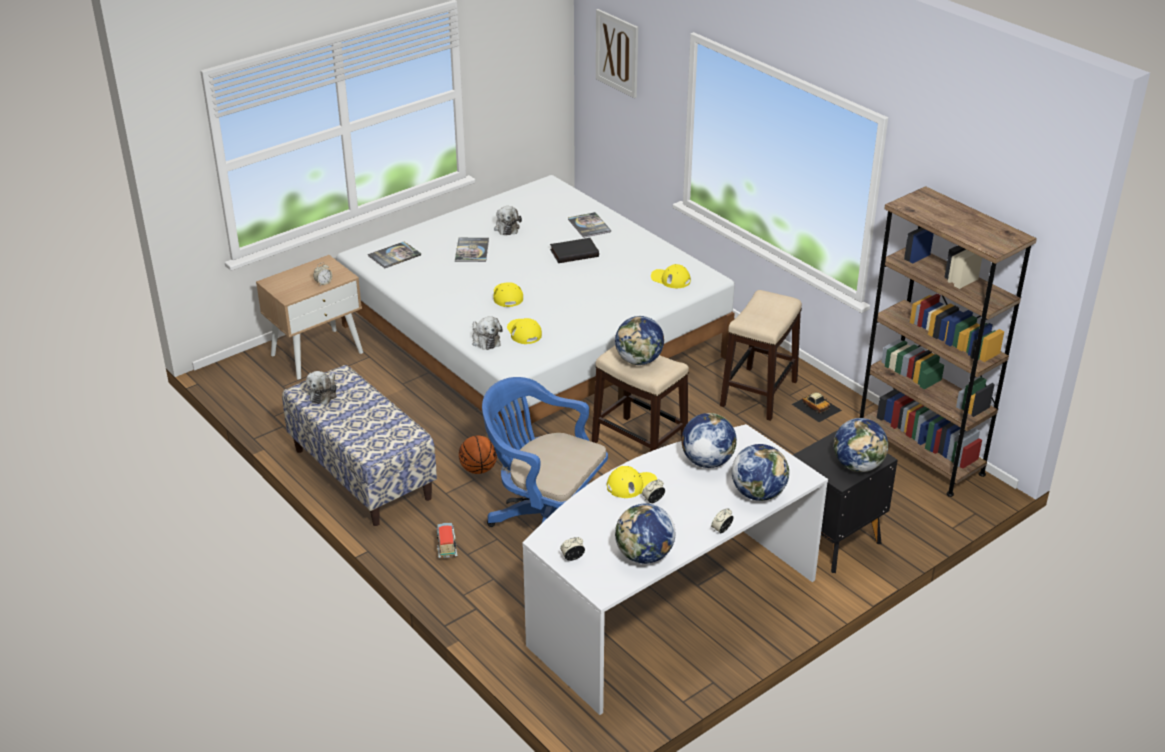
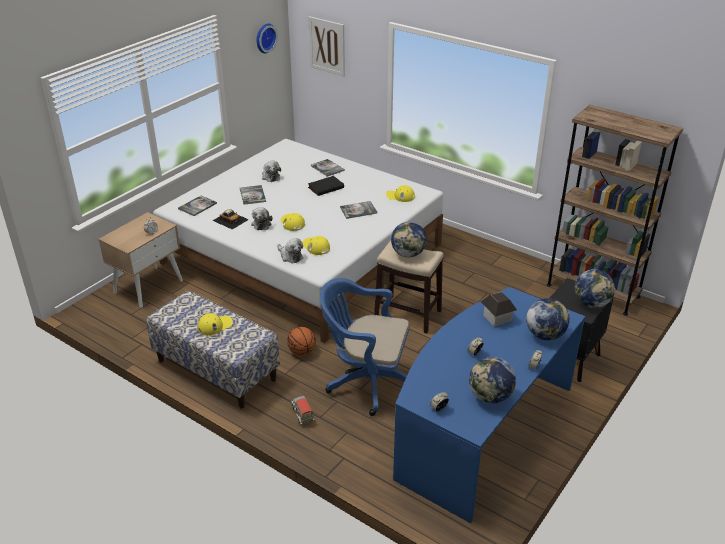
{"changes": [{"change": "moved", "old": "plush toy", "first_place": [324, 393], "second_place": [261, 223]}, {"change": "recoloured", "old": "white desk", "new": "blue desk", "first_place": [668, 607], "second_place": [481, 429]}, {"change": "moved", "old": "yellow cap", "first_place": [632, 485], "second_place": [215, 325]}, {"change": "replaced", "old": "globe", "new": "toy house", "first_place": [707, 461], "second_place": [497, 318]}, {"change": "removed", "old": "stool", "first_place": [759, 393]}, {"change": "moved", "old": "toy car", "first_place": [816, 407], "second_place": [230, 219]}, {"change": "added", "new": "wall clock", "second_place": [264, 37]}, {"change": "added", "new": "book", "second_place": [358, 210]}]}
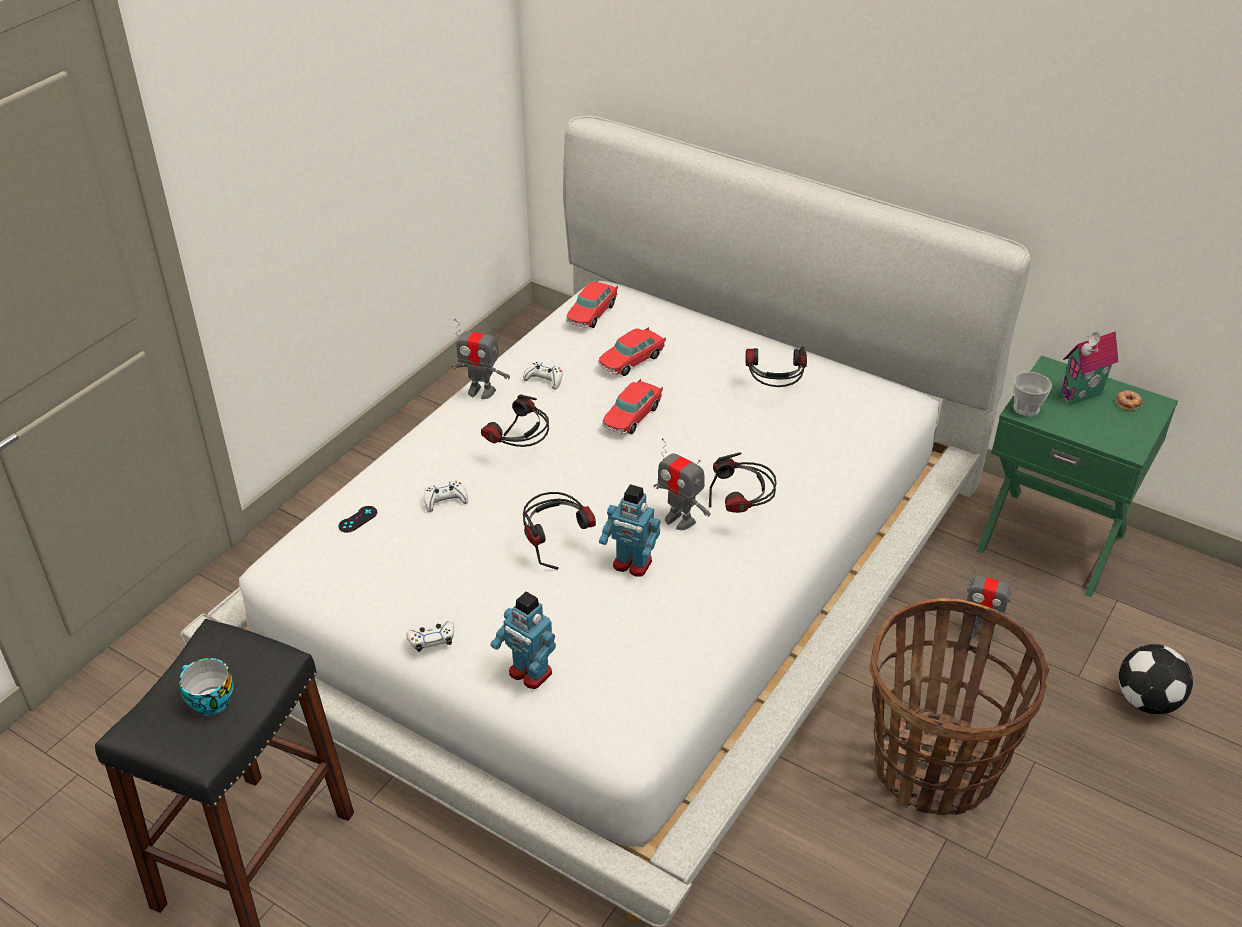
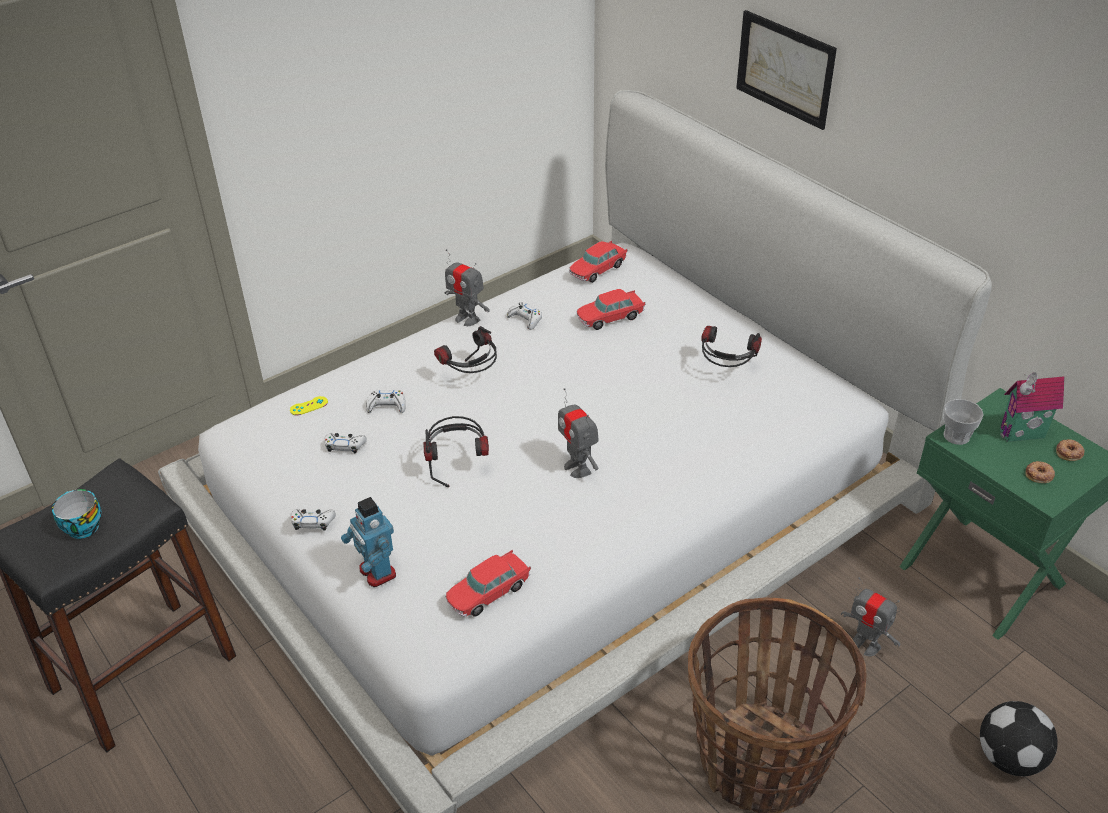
{"changes": [{"change": "recoloured", "old": "black game controller", "new": "yellow game controller", "first_place": [358, 519], "second_place": [309, 406]}, {"change": "removed", "old": "toy robot", "first_place": [631, 564]}, {"change": "moved", "old": "toy car", "first_place": [632, 417], "second_place": [488, 593]}, {"change": "removed", "old": "headphones", "first_place": [741, 512]}, {"change": "added", "new": "white game controller", "second_place": [345, 446]}, {"change": "added", "new": "picture", "second_place": [785, 69]}, {"change": "added", "new": "donut", "second_place": [1039, 475]}]}
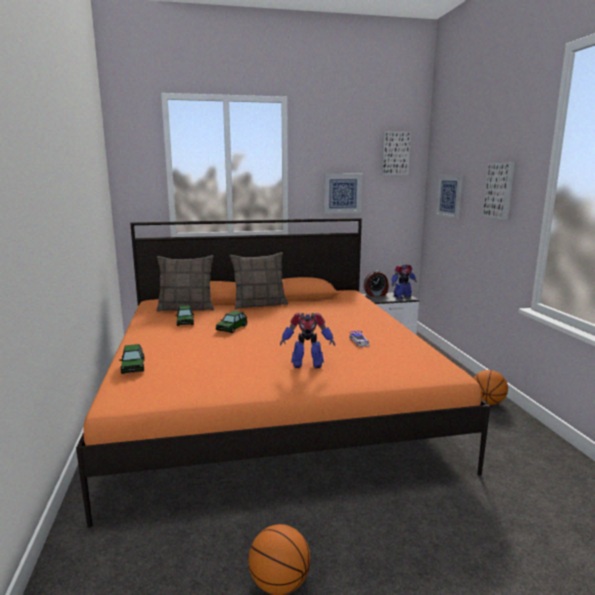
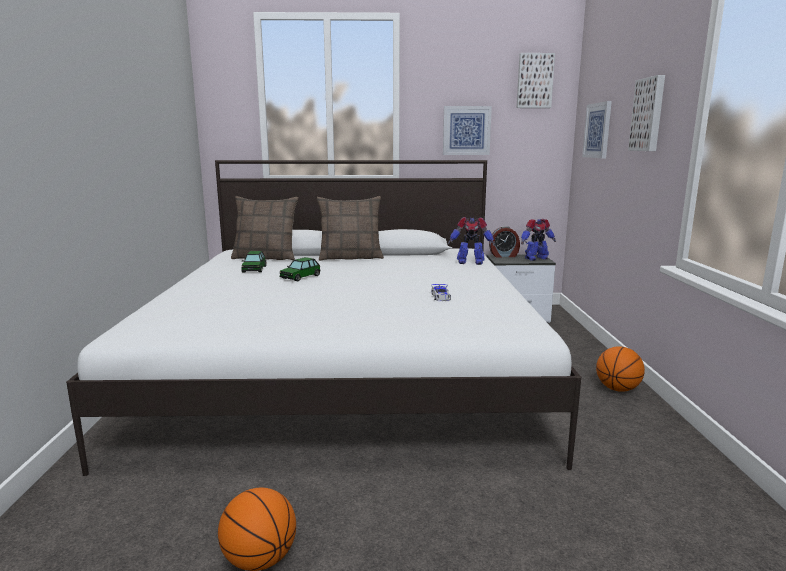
{"changes": [{"change": "recoloured", "old": "orange bed", "new": "white bed", "first_place": [270, 400], "second_place": [346, 366]}, {"change": "removed", "old": "toy car", "first_place": [133, 367]}, {"change": "moved", "old": "toy robot", "first_place": [307, 364], "second_place": [470, 262]}]}
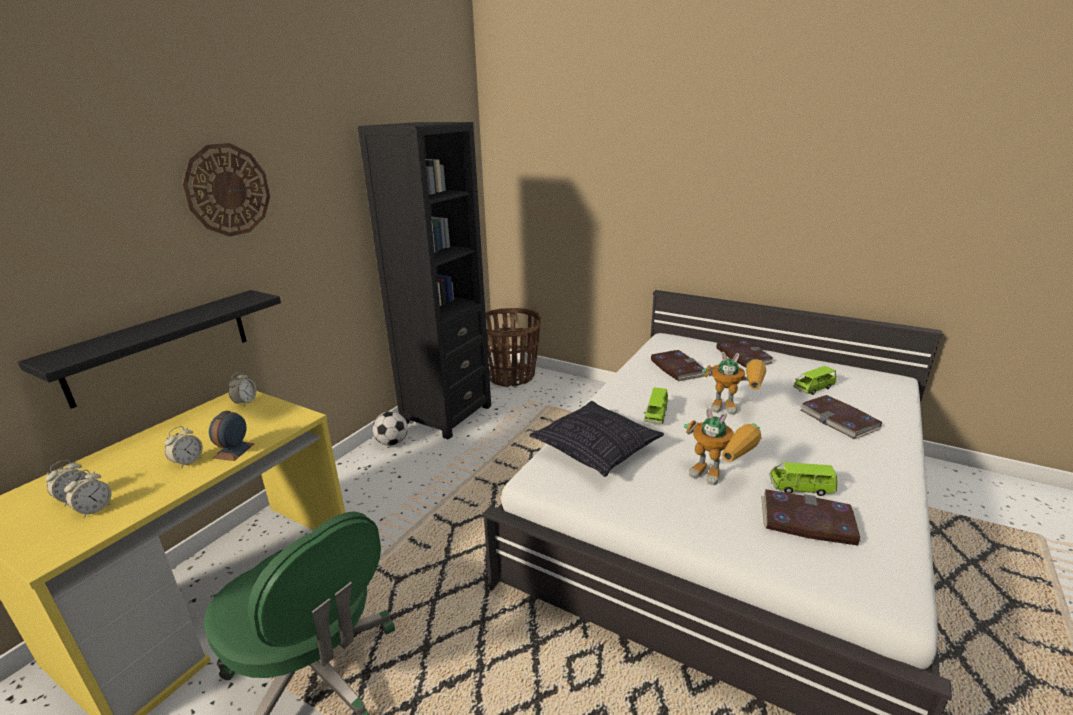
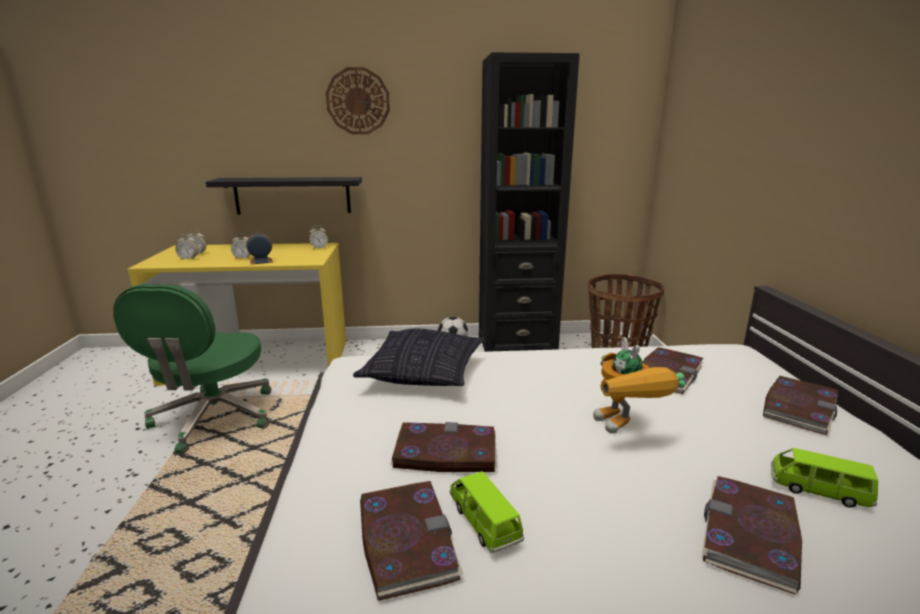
{"changes": [{"change": "removed", "old": "green toy car", "first_place": [656, 415]}, {"change": "replaced", "old": "toy robot", "new": "book", "first_place": [719, 477], "second_place": [445, 452]}]}
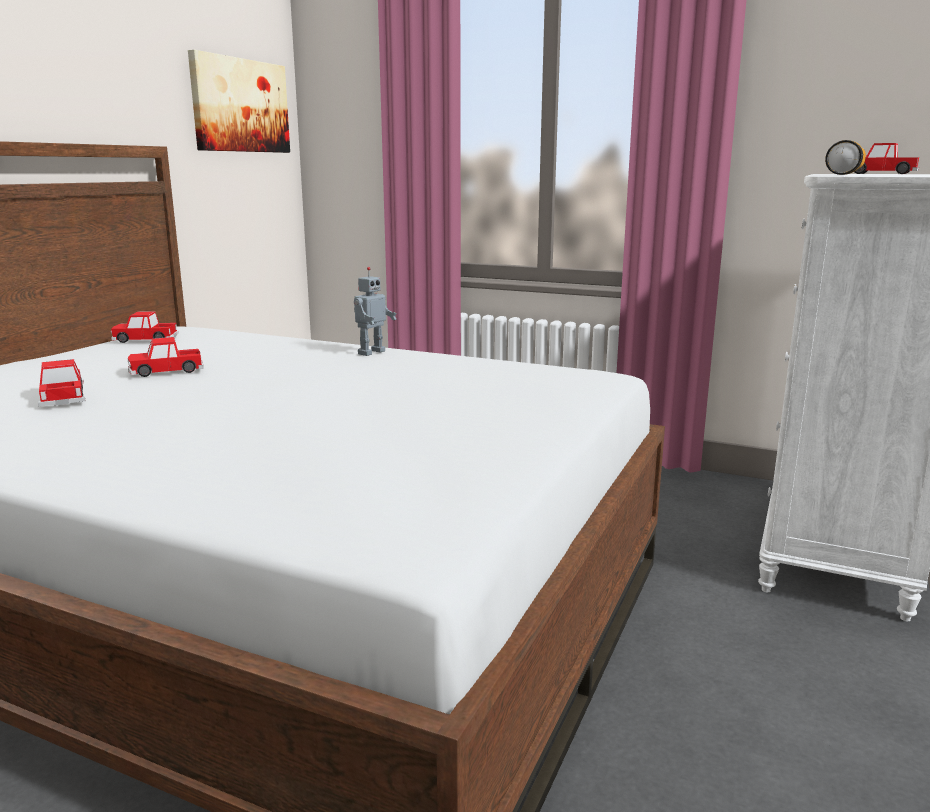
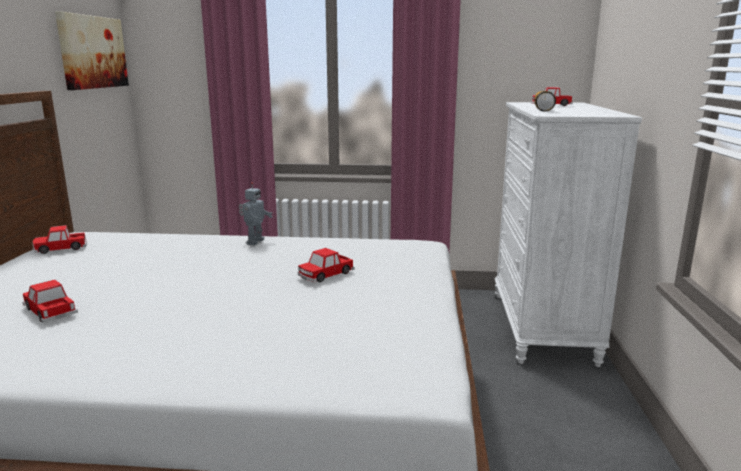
{"changes": [{"change": "moved", "old": "toy car", "first_place": [166, 371], "second_place": [325, 274]}]}
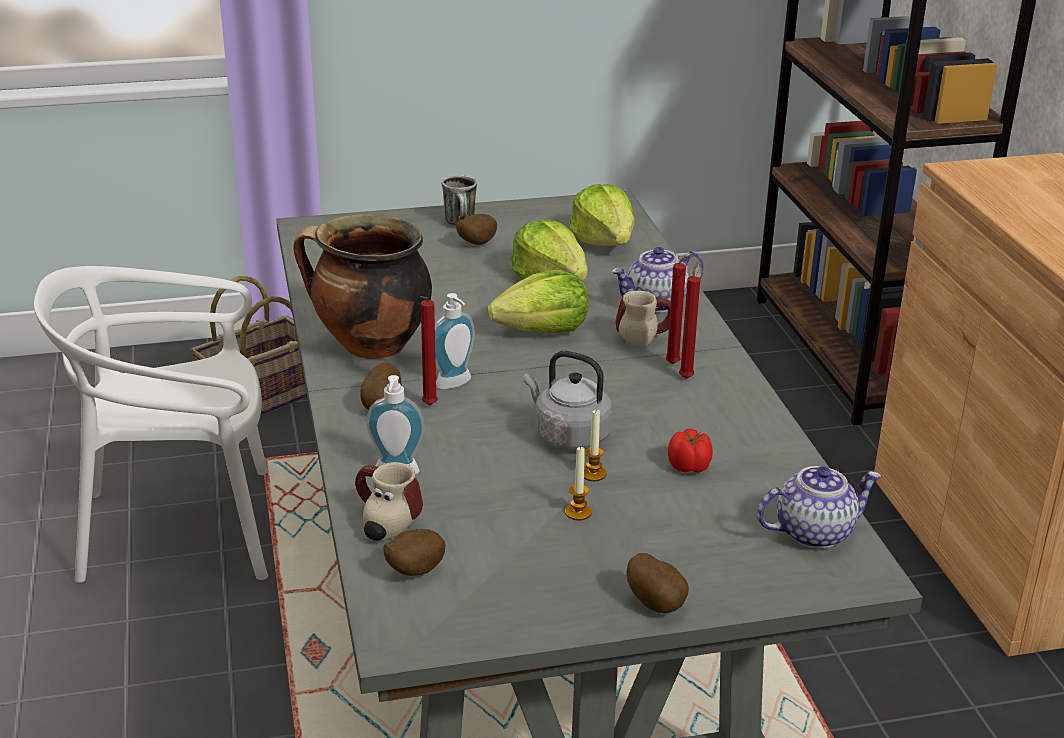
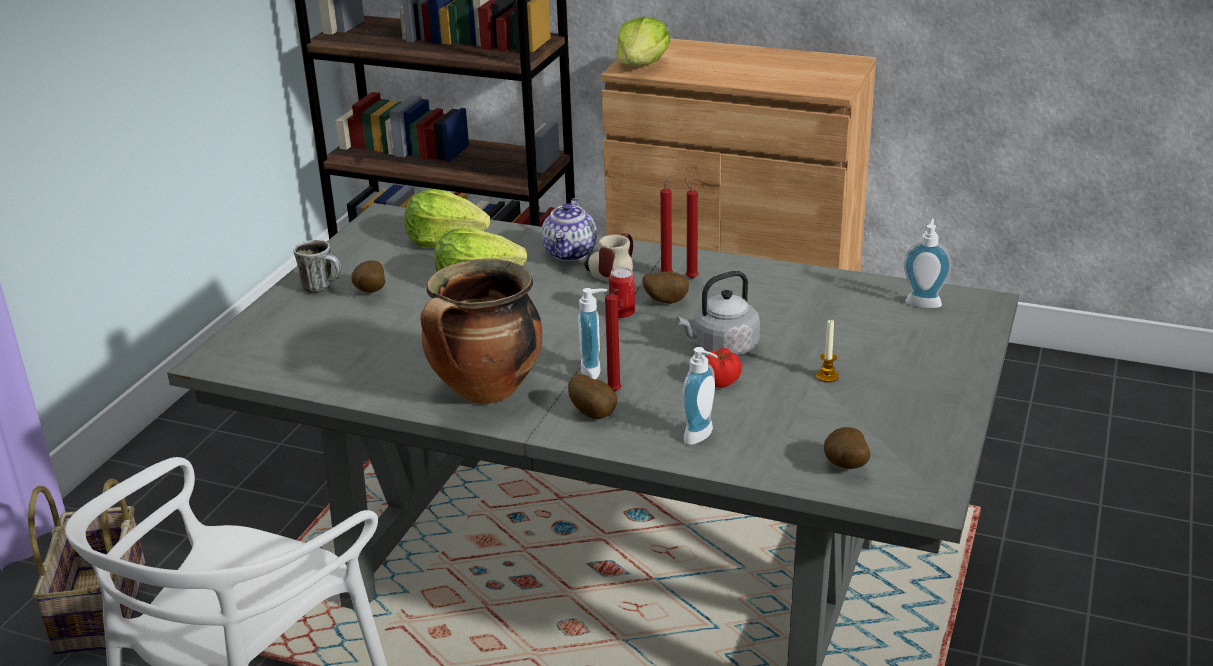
{"changes": [{"change": "removed", "old": "mug", "first_place": [382, 524]}, {"change": "moved", "old": "lettuce", "first_place": [543, 330], "second_place": [642, 65]}, {"change": "removed", "old": "candle", "first_place": [593, 474]}, {"change": "moved", "old": "potato", "first_place": [657, 603], "second_place": [665, 301]}, {"change": "moved", "old": "tomato", "first_place": [690, 467], "second_place": [721, 381]}, {"change": "replaced", "old": "teapot", "new": "soap dispenser", "first_place": [814, 532], "second_place": [924, 301]}, {"change": "added", "new": "can", "second_place": [622, 313]}]}
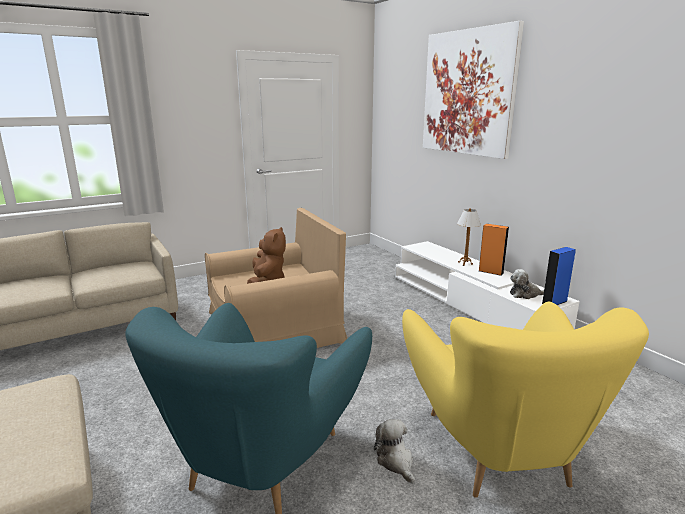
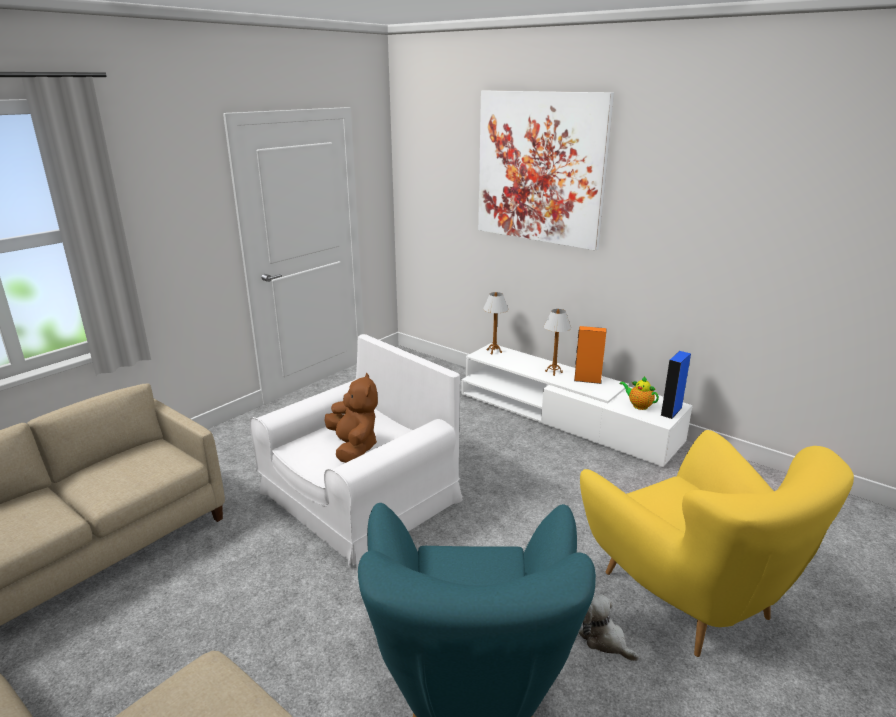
{"changes": [{"change": "recoloured", "old": "brown armchair", "new": "white armchair", "first_place": [274, 327], "second_place": [360, 496]}, {"change": "replaced", "old": "plush toy", "new": "teapot", "first_place": [525, 294], "second_place": [638, 405]}, {"change": "added", "new": "table lamp", "second_place": [494, 351]}]}
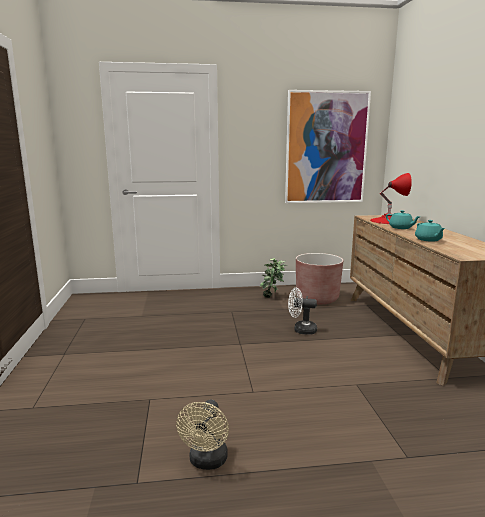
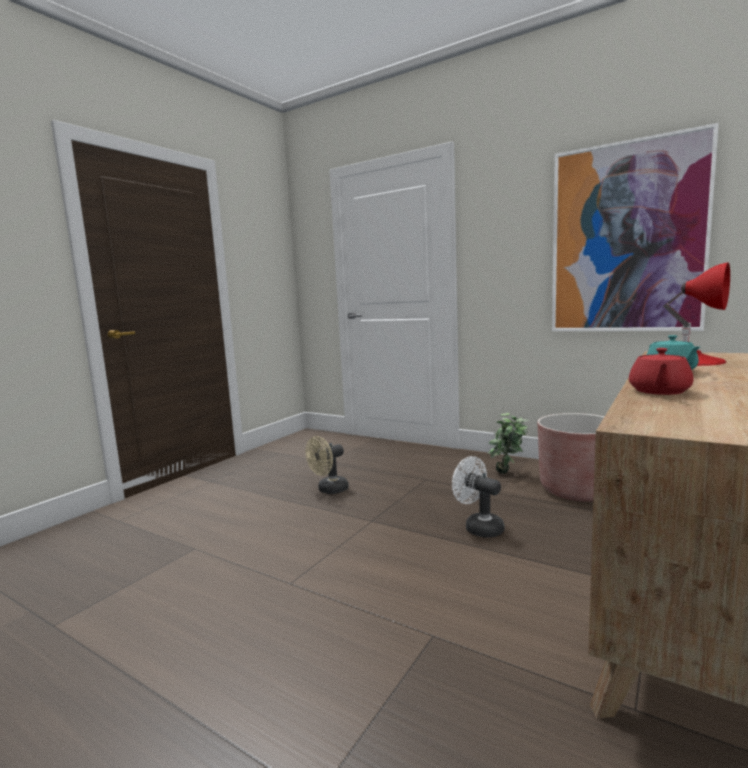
{"changes": [{"change": "moved", "old": "beige fan", "first_place": [207, 462], "second_place": [329, 490]}, {"change": "recoloured", "old": "turquoise teapot", "new": "red teapot", "first_place": [428, 240], "second_place": [659, 391]}]}
